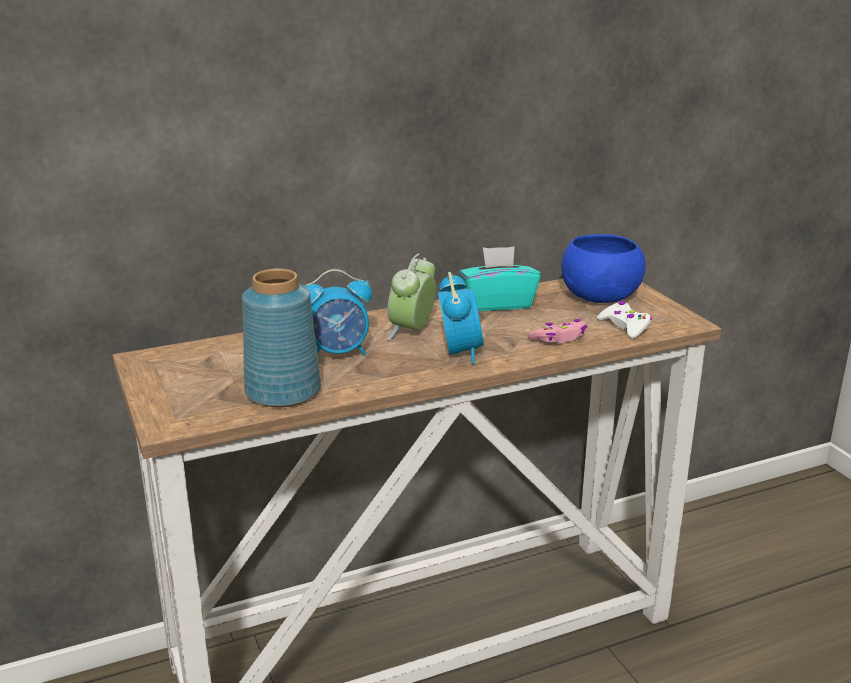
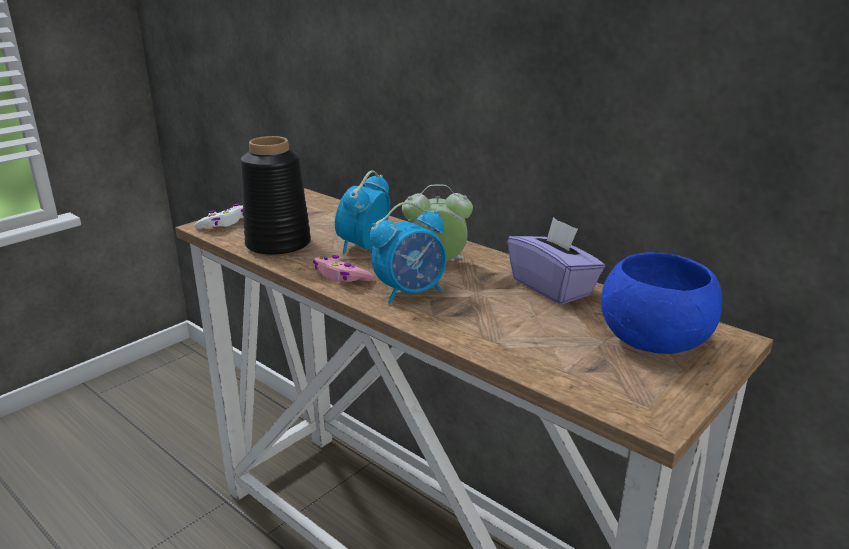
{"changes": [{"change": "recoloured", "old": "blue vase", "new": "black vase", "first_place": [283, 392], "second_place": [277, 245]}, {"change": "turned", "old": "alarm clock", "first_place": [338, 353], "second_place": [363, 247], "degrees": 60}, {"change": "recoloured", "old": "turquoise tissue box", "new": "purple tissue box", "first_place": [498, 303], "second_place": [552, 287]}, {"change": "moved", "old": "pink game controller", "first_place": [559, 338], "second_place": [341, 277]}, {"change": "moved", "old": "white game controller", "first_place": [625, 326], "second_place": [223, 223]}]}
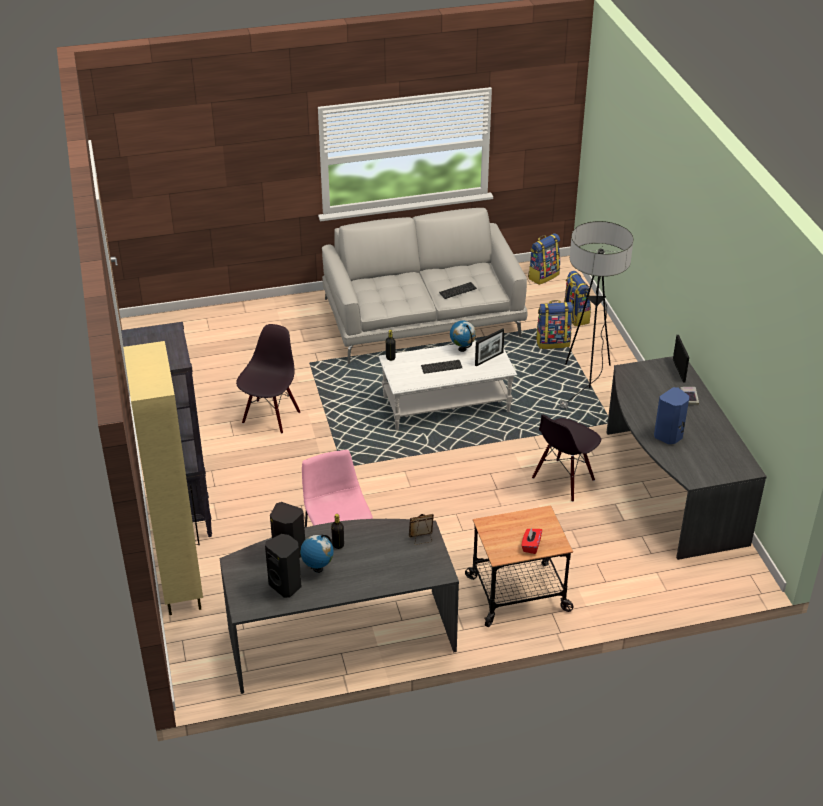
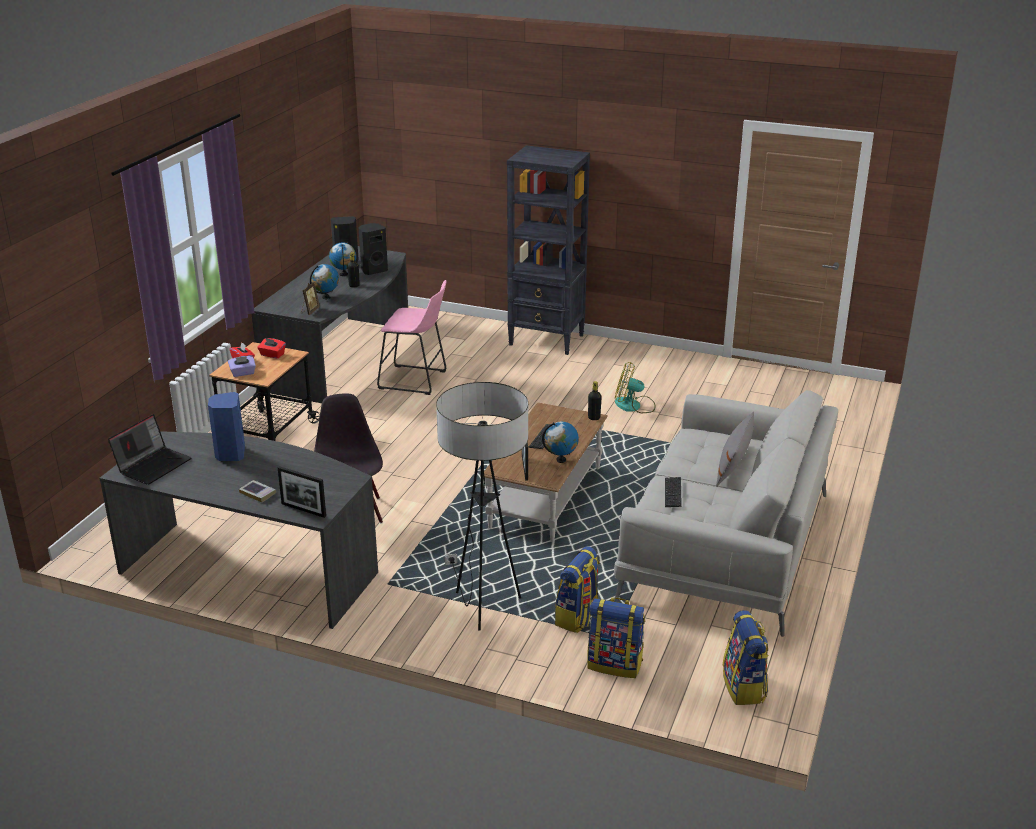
{"changes": [{"change": "removed", "old": "beige cabinet", "first_place": [181, 584]}, {"change": "replaced", "old": "black chair", "new": "fan", "first_place": [270, 417], "second_place": [634, 406]}, {"change": "recoloured", "old": "white coffee table", "new": "brown coffee table", "first_place": [446, 404], "second_place": [546, 497]}, {"change": "added", "new": "laptop", "second_place": [153, 465]}, {"change": "added", "new": "purple tissue box", "second_place": [243, 373]}, {"change": "added", "new": "red tissue box", "second_place": [272, 355]}, {"change": "added", "new": "globe", "second_place": [326, 297]}, {"change": "added", "new": "grey pillow", "second_place": [734, 466]}]}
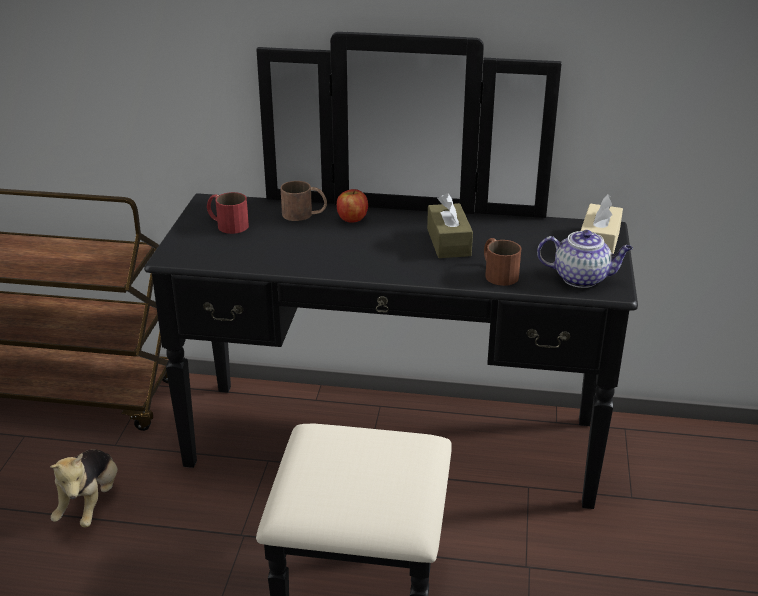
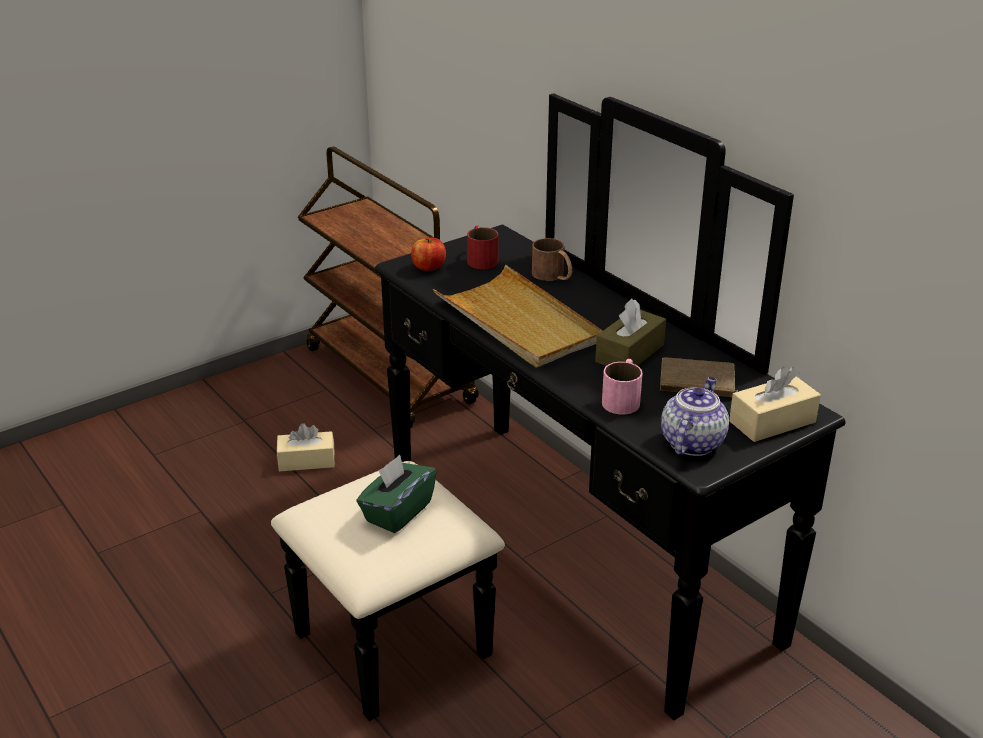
{"changes": [{"change": "replaced", "old": "plush toy", "new": "beige tissue box", "first_place": [90, 503], "second_place": [306, 461]}, {"change": "moved", "old": "apple", "first_place": [352, 218], "second_place": [428, 267]}, {"change": "recoloured", "old": "brown mug", "new": "pink mug", "first_place": [497, 273], "second_place": [623, 398]}, {"change": "turned", "old": "teapot", "first_place": [582, 278], "second_place": [692, 442], "degrees": -120}, {"change": "added", "new": "green tissue box", "second_place": [397, 512]}, {"change": "added", "new": "beige tray", "second_place": [518, 322]}, {"change": "added", "new": "brown book", "second_place": [696, 383]}]}
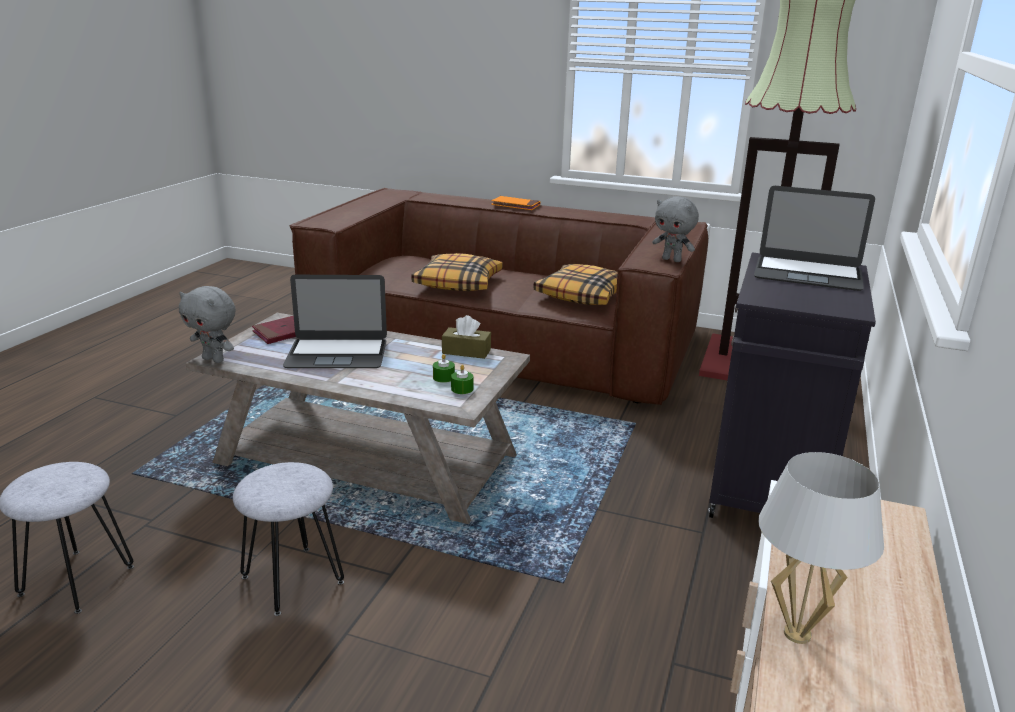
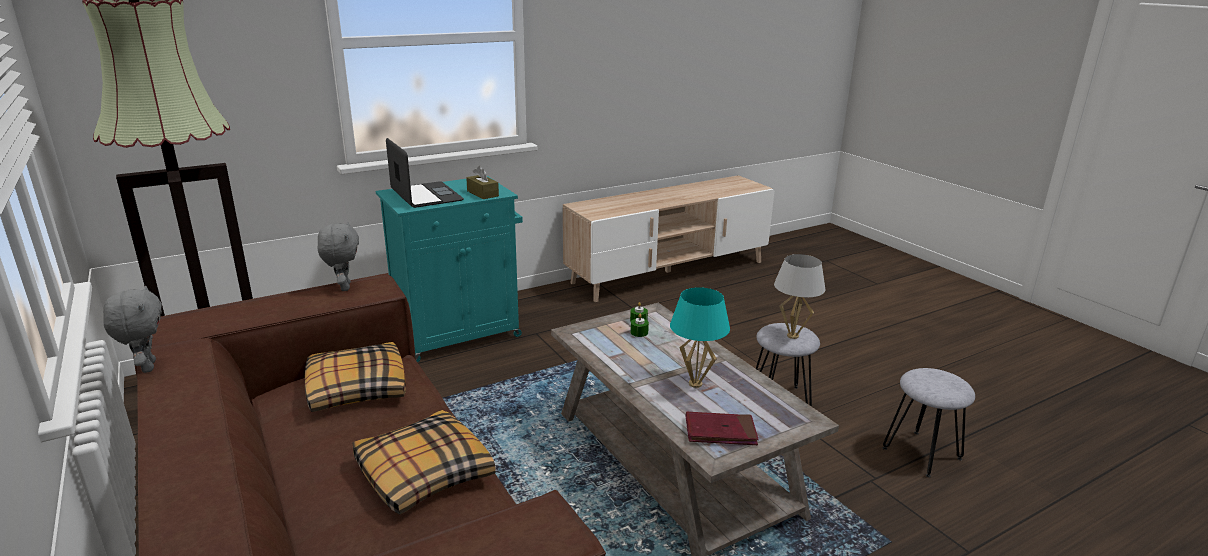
{"changes": [{"change": "moved", "old": "grey plush toy", "first_place": [214, 359], "second_place": [147, 367]}, {"change": "replaced", "old": "laptop", "new": "turquoise table lamp", "first_place": [337, 353], "second_place": [695, 383]}, {"change": "moved", "old": "brown tissue box", "first_place": [466, 351], "second_place": [482, 193]}, {"change": "removed", "old": "orange book", "first_place": [515, 205]}, {"change": "recoloured", "old": "black cabinet", "new": "turquoise cabinet", "first_place": [768, 488], "second_place": [459, 334]}, {"change": "moved", "old": "white table lamp", "first_place": [796, 634], "second_place": [793, 336]}]}
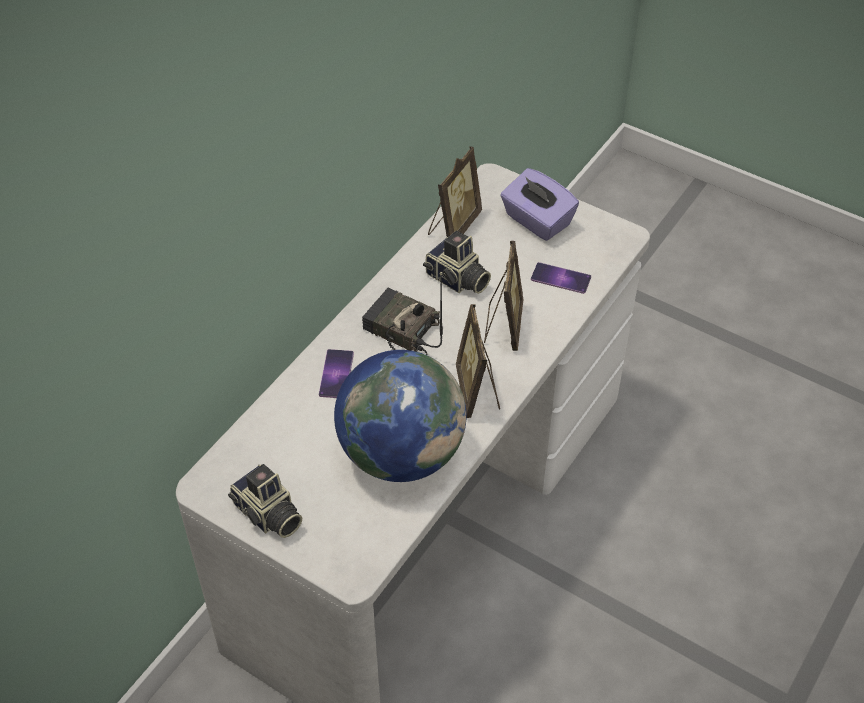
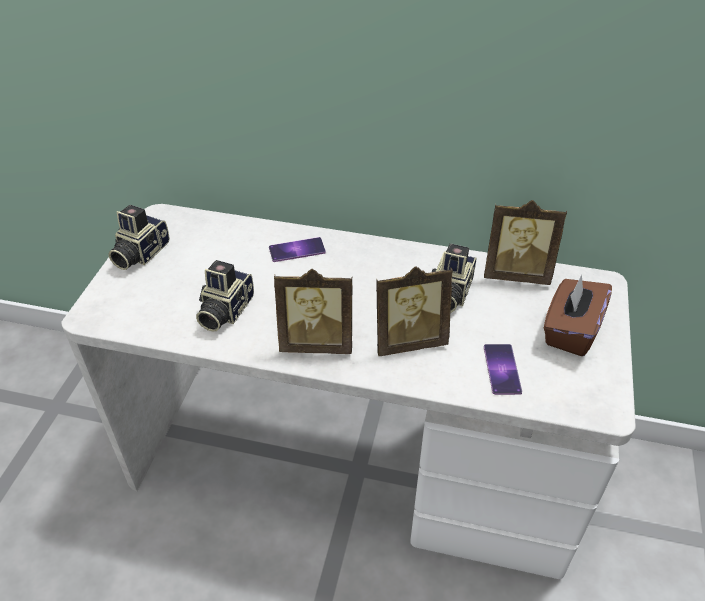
{"changes": [{"change": "replaced", "old": "globe", "new": "photo camera", "first_place": [401, 454], "second_place": [224, 311]}, {"change": "removed", "old": "radio", "first_place": [400, 332]}, {"change": "turned", "old": "picture frame", "first_place": [478, 391], "second_place": [317, 343], "degrees": -150}, {"change": "recoloured", "old": "purple tissue box", "new": "brown tissue box", "first_place": [537, 221], "second_place": [570, 331]}]}
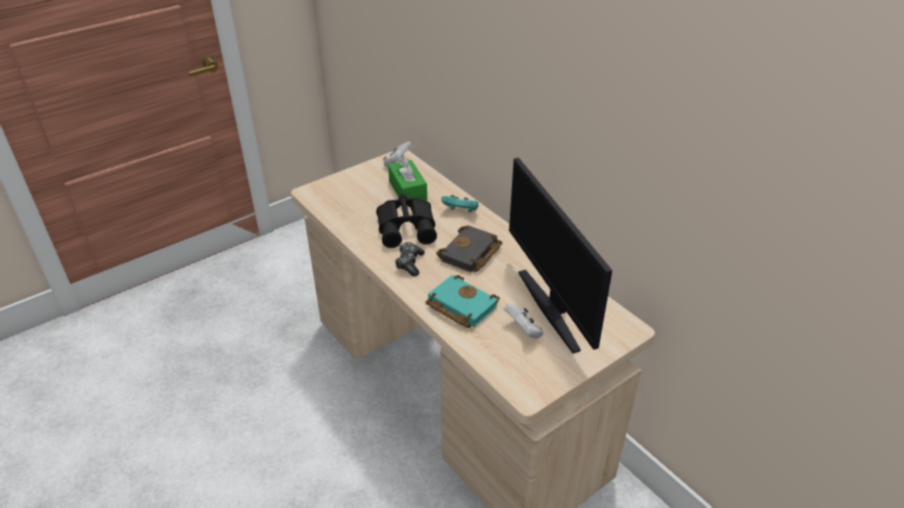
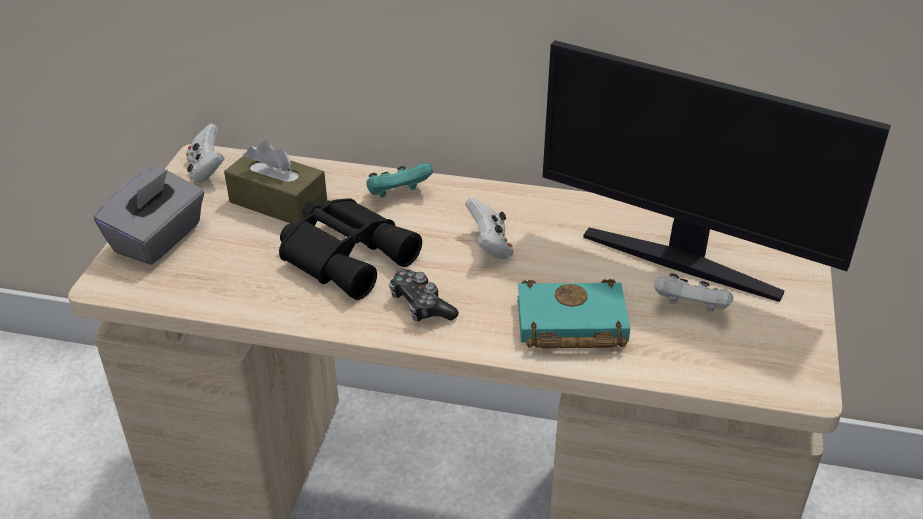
{"changes": [{"change": "recoloured", "old": "green tissue box", "new": "brown tissue box", "first_place": [407, 191], "second_place": [278, 202]}, {"change": "replaced", "old": "black book", "new": "white game controller", "first_place": [470, 254], "second_place": [490, 246]}, {"change": "added", "new": "grey tissue box", "second_place": [159, 239]}]}
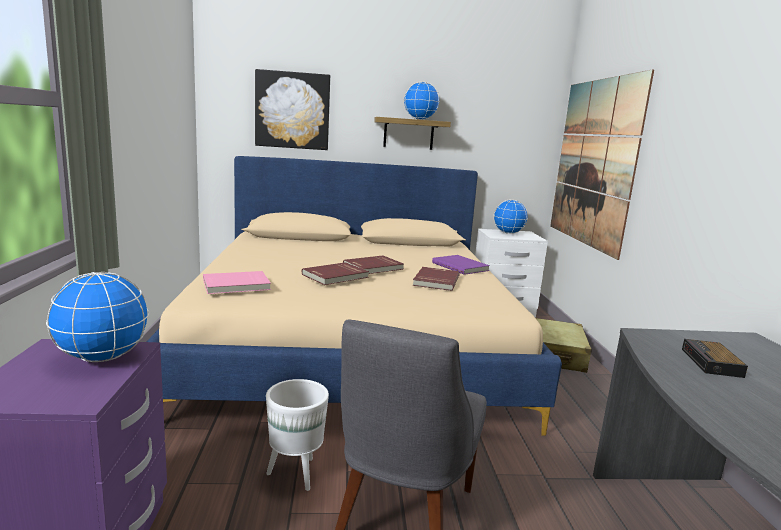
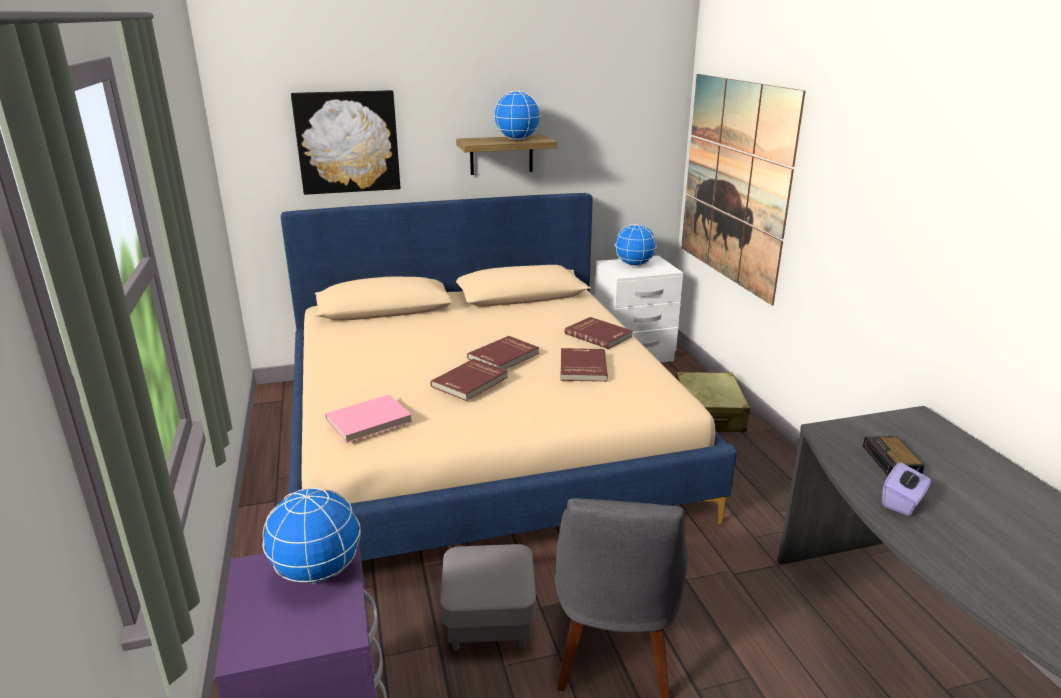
{"changes": [{"change": "replaced", "old": "white planter", "new": "grey ottoman", "first_place": [295, 473], "second_place": [489, 621]}, {"change": "recoloured", "old": "purple book", "new": "red book", "first_place": [461, 266], "second_place": [599, 335]}, {"change": "added", "new": "purple tissue box", "second_place": [902, 502]}]}
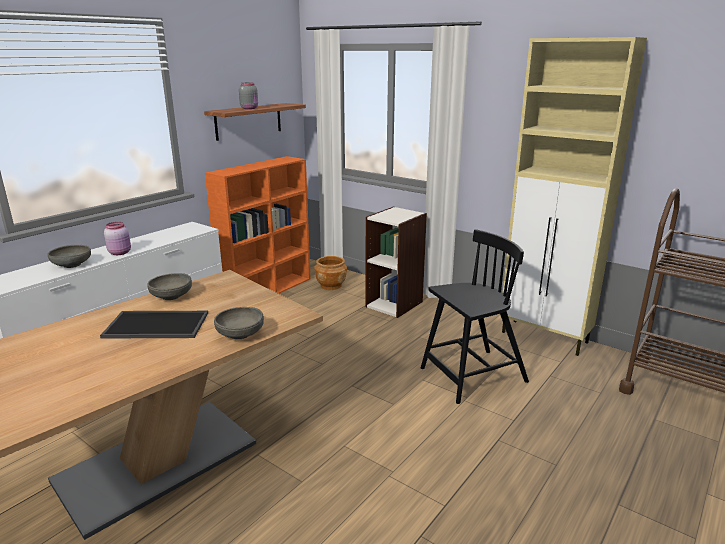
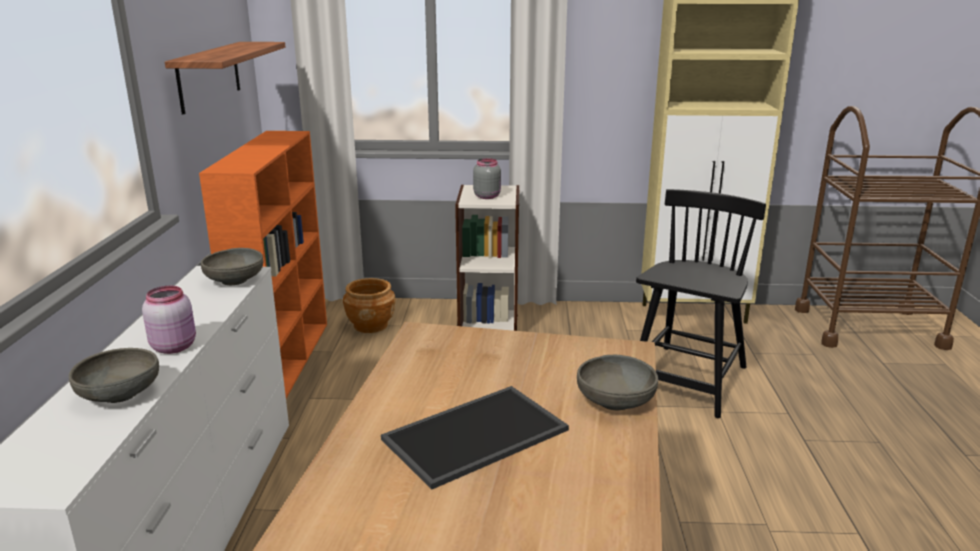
{"changes": [{"change": "moved", "old": "grey bowl", "first_place": [171, 296], "second_place": [235, 280]}, {"change": "moved", "old": "grey jar", "first_place": [250, 108], "second_place": [487, 196]}]}
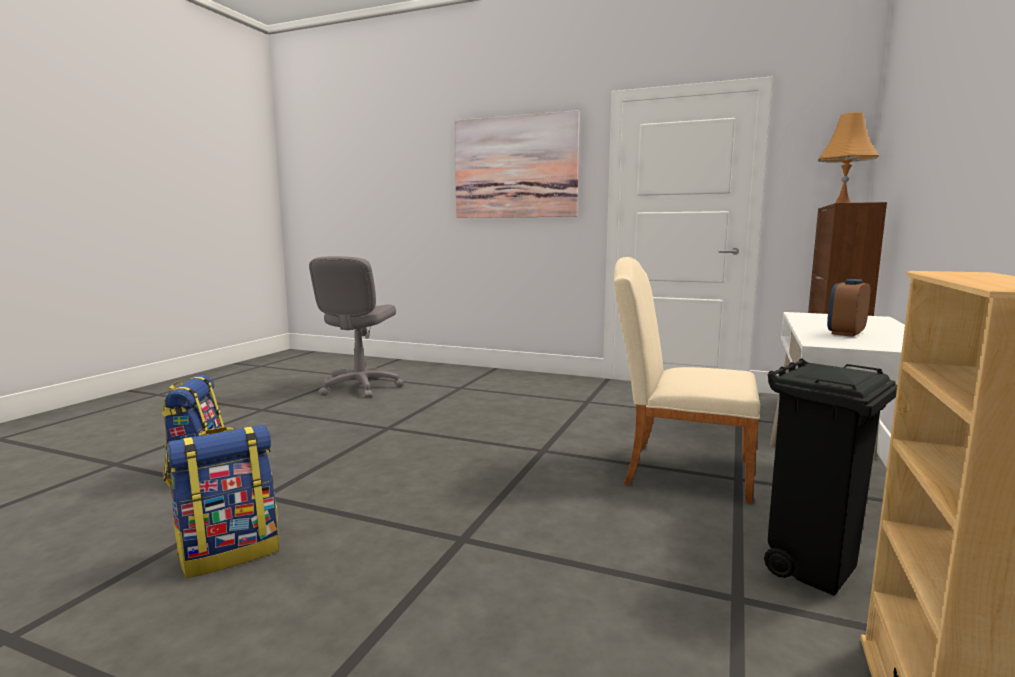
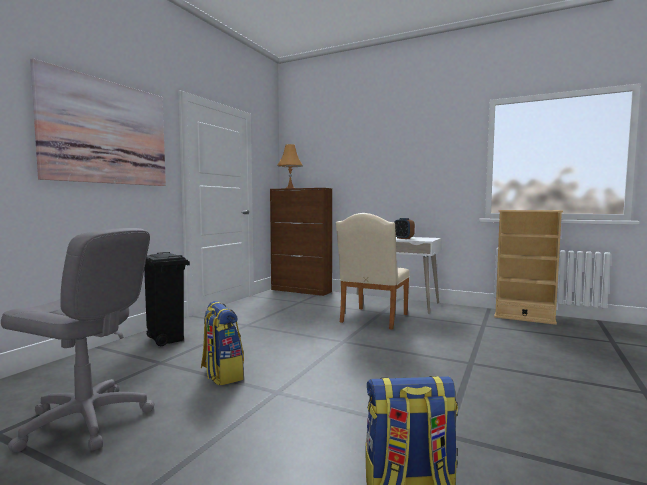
{"changes": [{"change": "moved", "old": "backpack", "first_place": [230, 552], "second_place": [221, 374]}, {"change": "moved", "old": "black trash can", "first_place": [813, 569], "second_place": [166, 339]}]}
